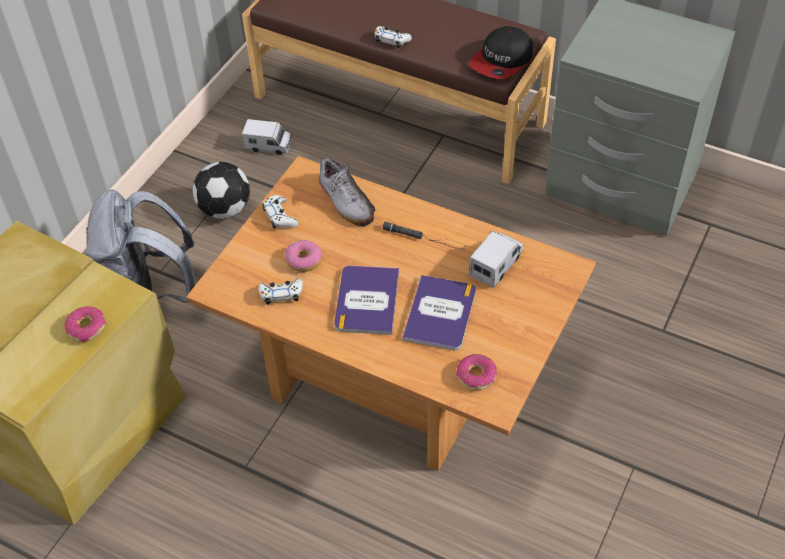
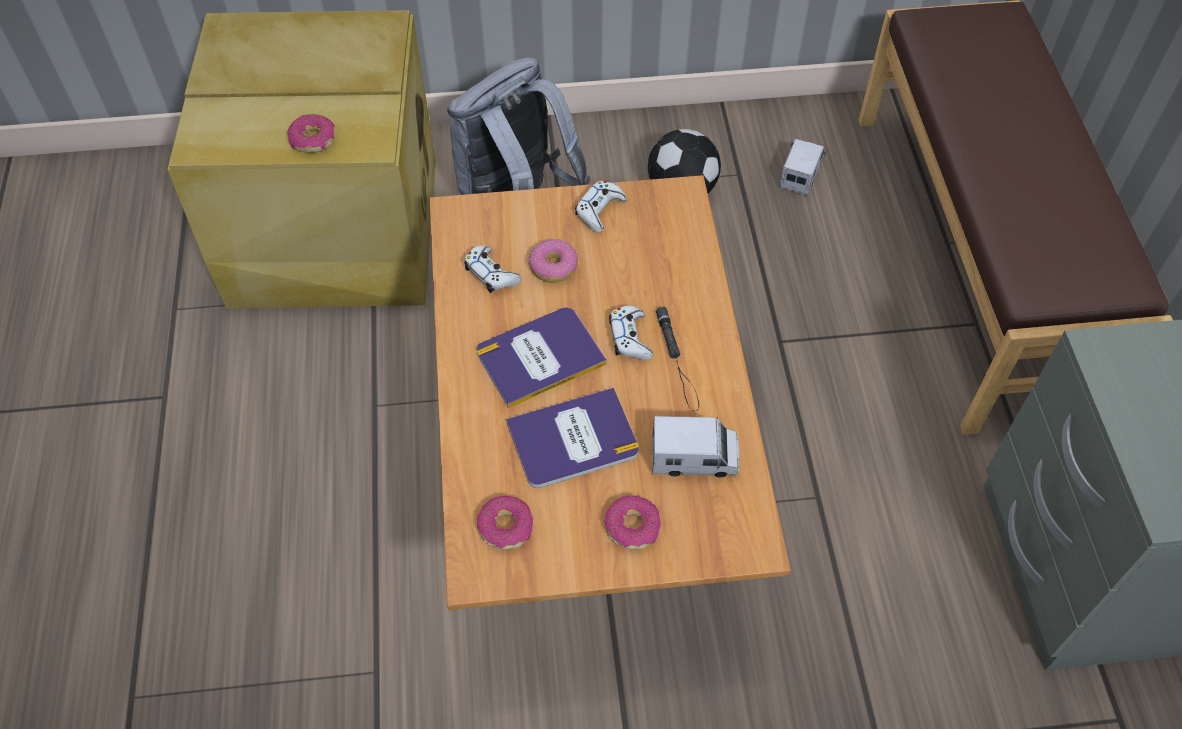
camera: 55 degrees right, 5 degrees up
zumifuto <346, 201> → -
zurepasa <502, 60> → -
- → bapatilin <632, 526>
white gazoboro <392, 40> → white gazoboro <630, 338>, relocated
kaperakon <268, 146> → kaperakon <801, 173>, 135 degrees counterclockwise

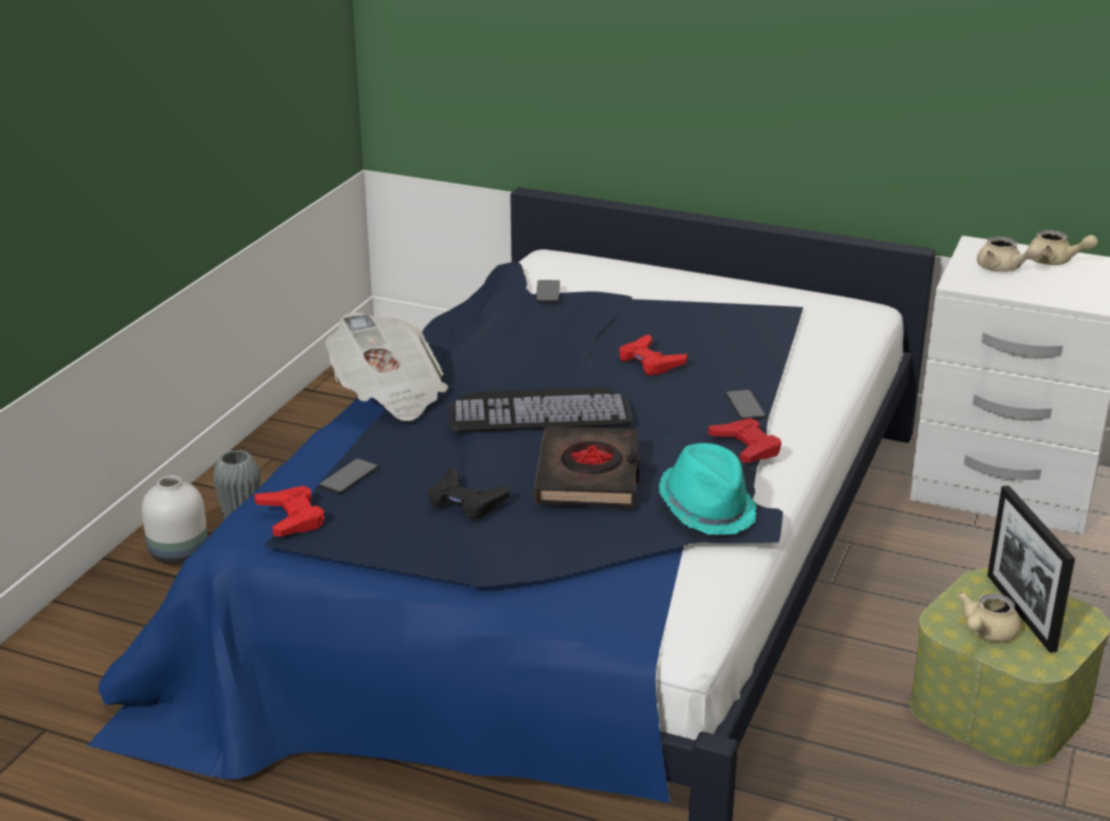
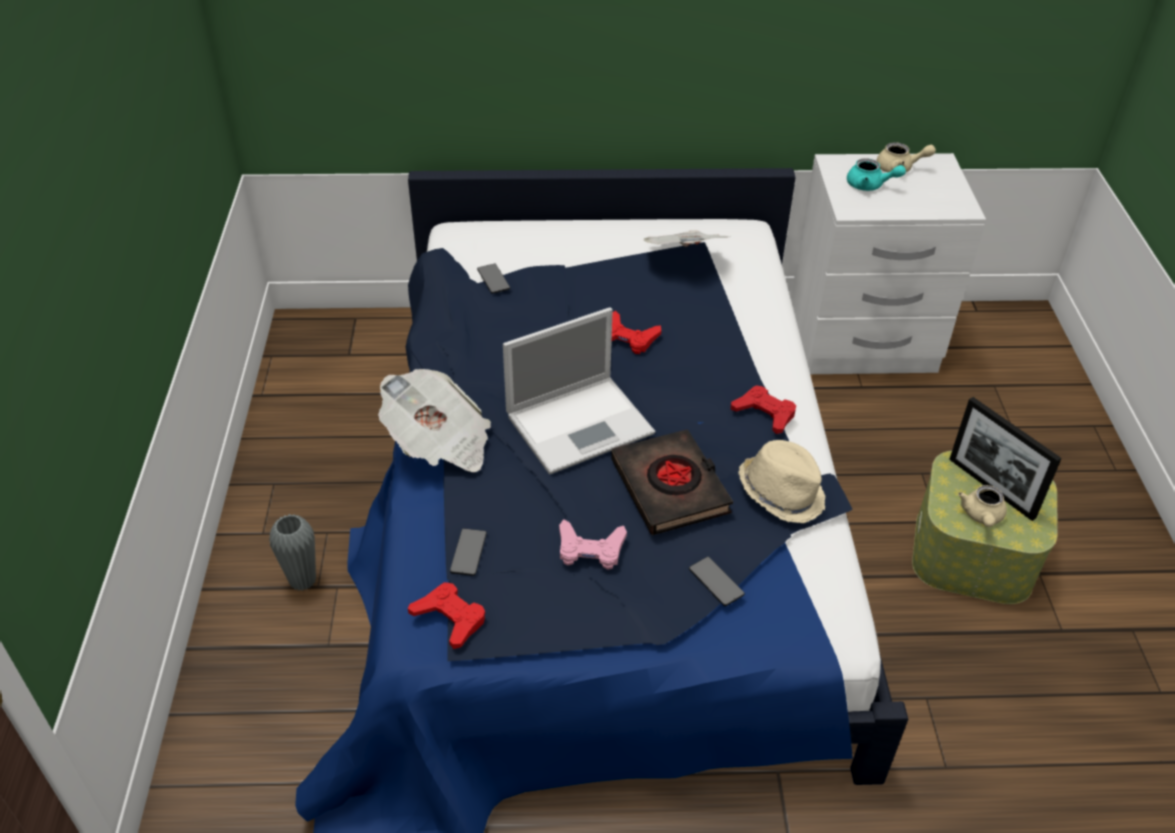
camera: 25 degrees left, 15 degrees up
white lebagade <178, 552> → -
- → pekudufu <684, 257>
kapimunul <745, 406> → kapimunul <716, 582>, relocated
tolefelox <540, 410> → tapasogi <582, 423>
black gazoboro <466, 501> → pink gazoboro <590, 549>
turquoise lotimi <707, 509> → beige lotimi <781, 493>
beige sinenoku <1003, 269> → turquoise sinenoku <870, 185>

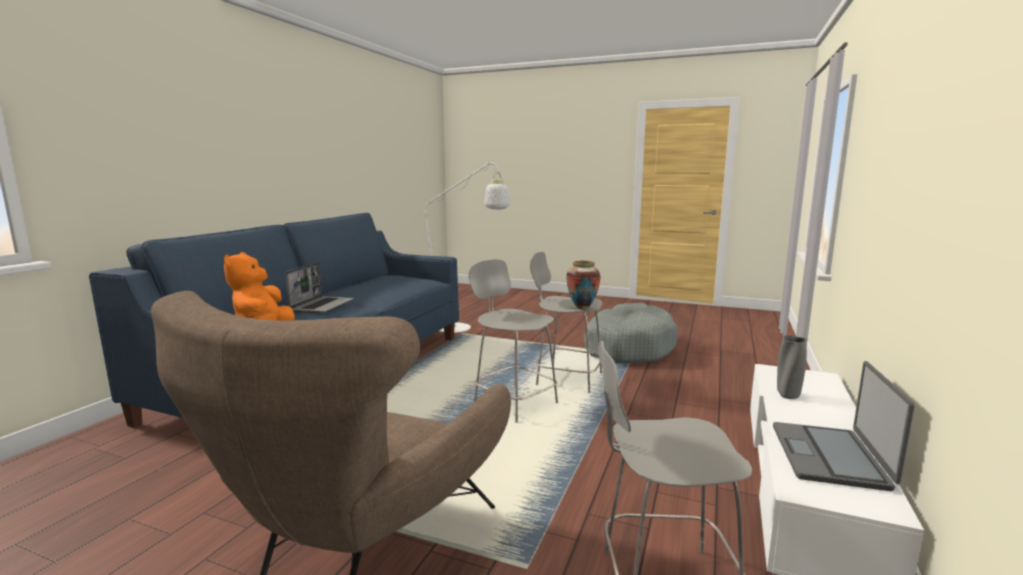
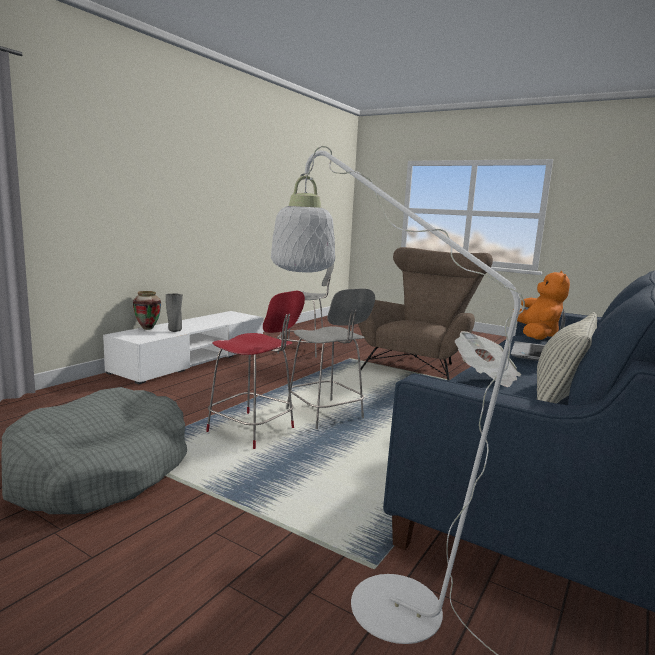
camera: 170 degrees left, 0 degrees up
tapasogi <830, 456> → -
- → pekudufu <485, 376>
- → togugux <562, 396>
lebagade <582, 308> → lebagade <148, 328>, relocated
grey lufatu <567, 378> → red lufatu <253, 430>

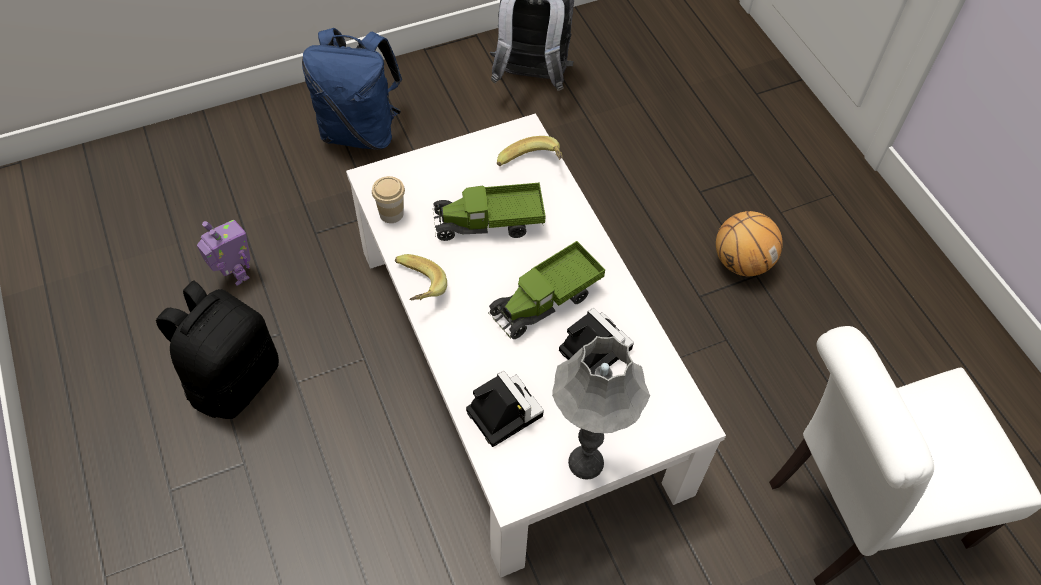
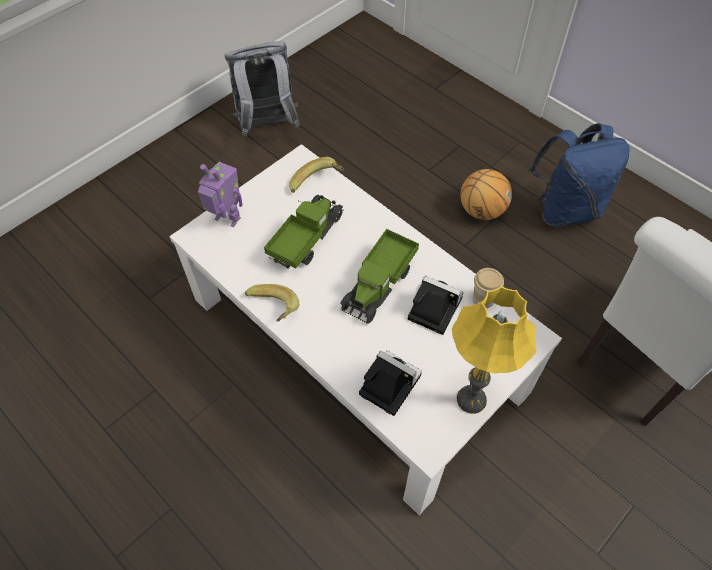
camera: 20 degrees left, 0 degrees up
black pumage <233, 379> → -
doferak <235, 275> → doferak <227, 219>, relocated
blue pumage <360, 131> → blue pumage <565, 209>, relocated
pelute <391, 213> → pelute <483, 299>, relocated
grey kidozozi <586, 463> → yellow kidozozi <471, 400>
kaperakon <489, 223> → kaperakon <306, 239>, 150 degrees clockwise

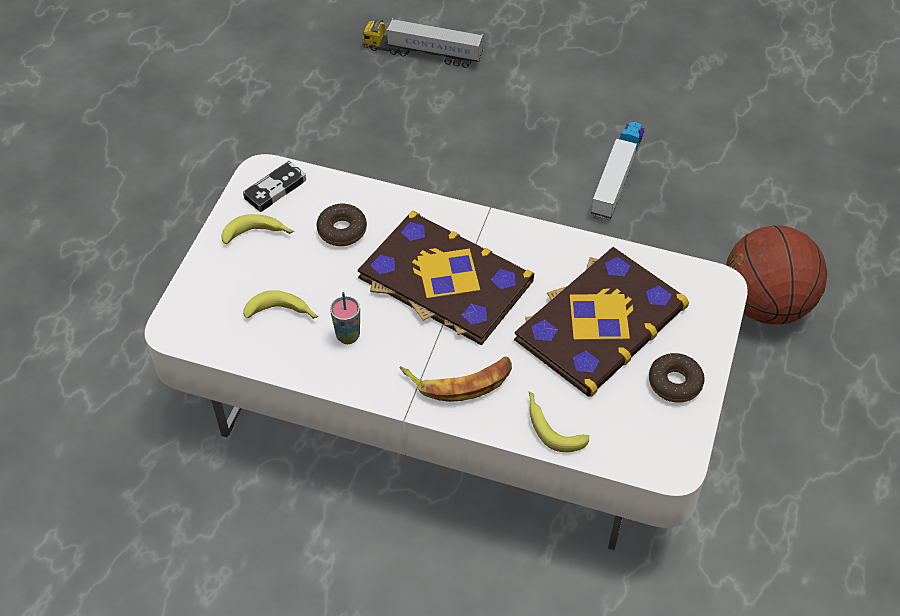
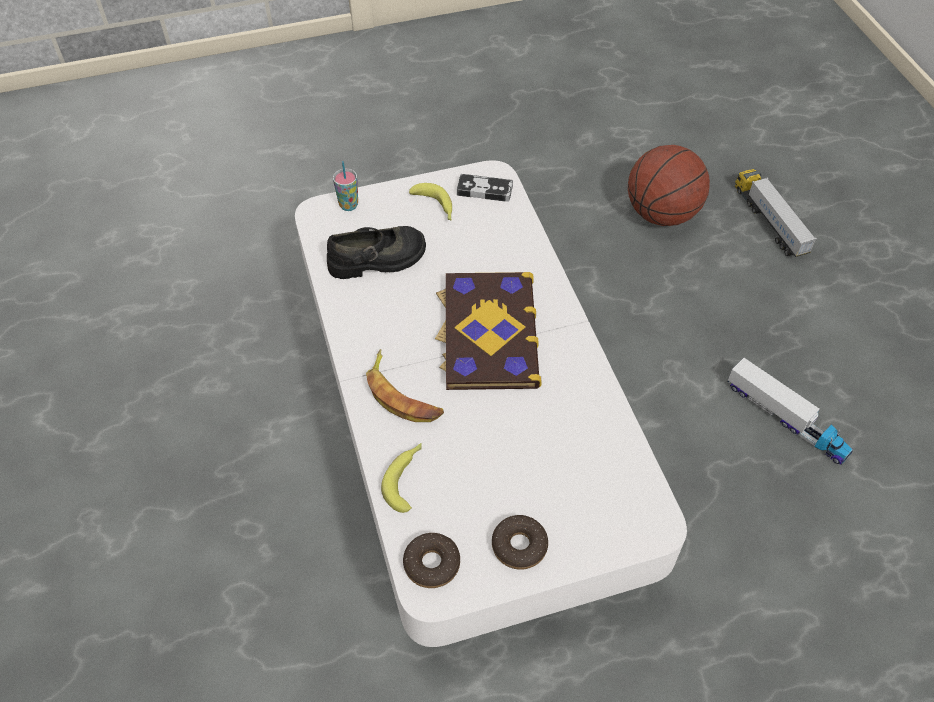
camera: 55 degrees right, 0 degrees up
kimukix <599, 322> → -
bapatilin <342, 230> → bapatilin <432, 564>, relocated
pelute <348, 336> → pelute <348, 205>, relocated
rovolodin <765, 304> → rovolodin <661, 214>, relocated
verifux <283, 314> → black zumifuto <377, 260>
kaperakon <617, 175> → kaperakon <786, 419>, 60 degrees clockwise

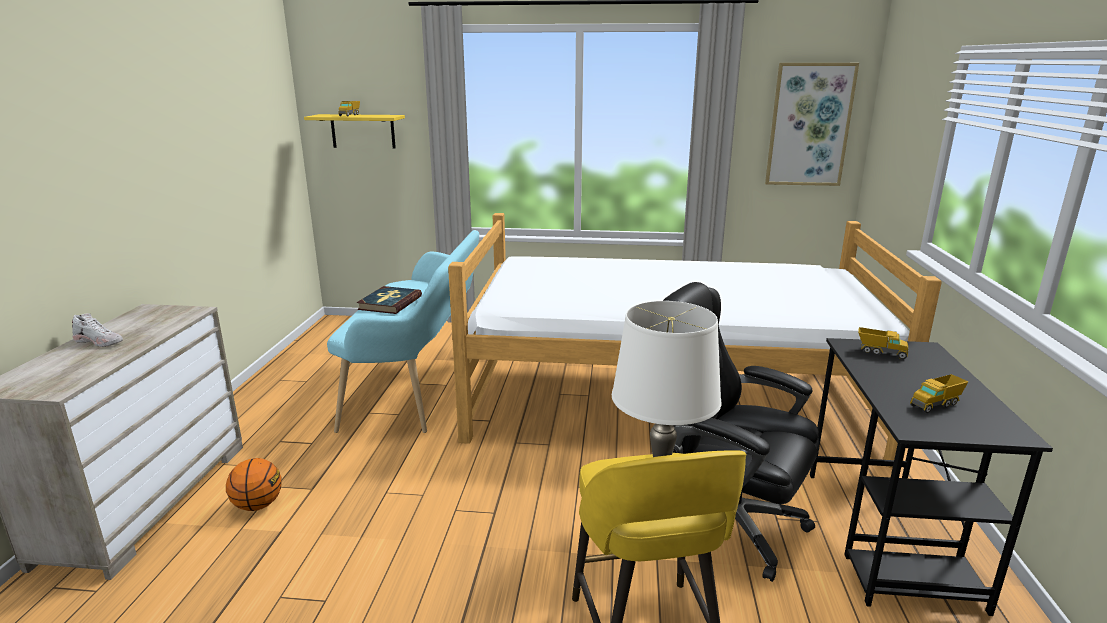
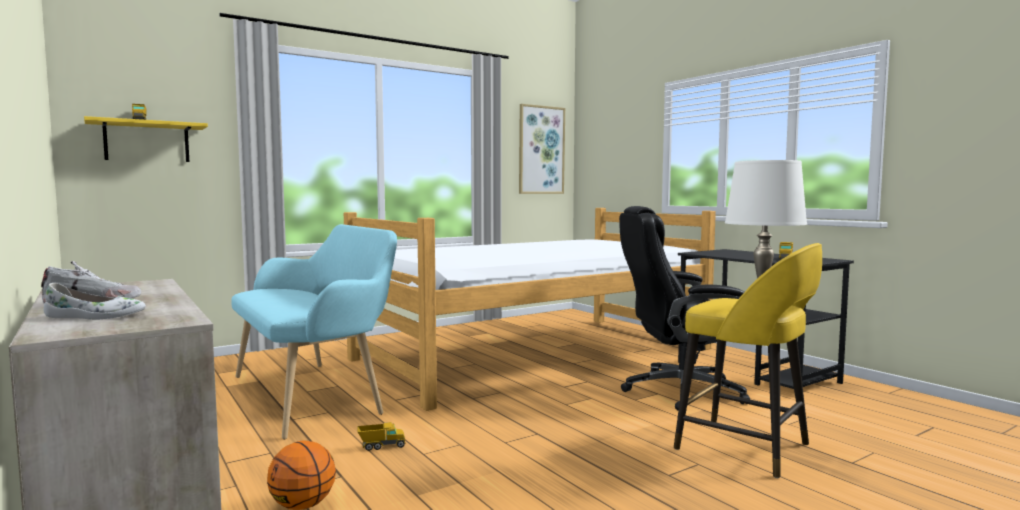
camera: 40 degrees left, 15 degrees down
kimukix <389, 303> → -
- → white zumifuto <95, 316>
kaperakon <880, 353> → kaperakon <381, 446>, relocated

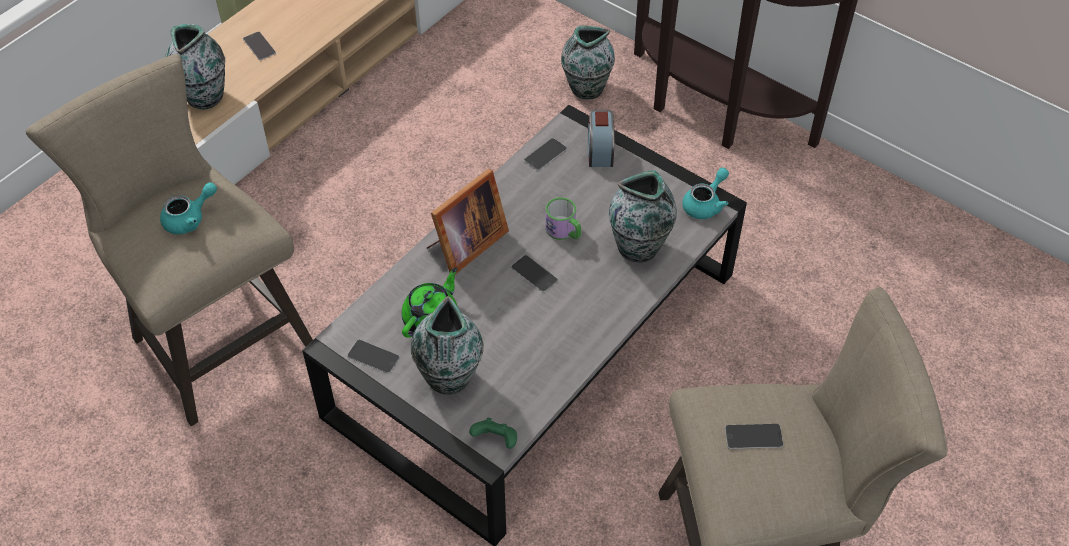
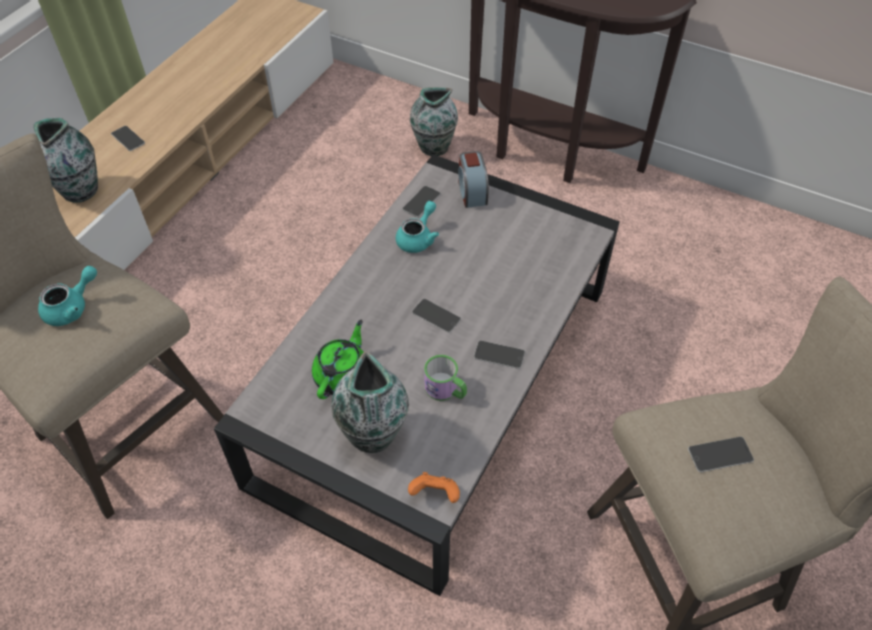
camera: 10 degrees left, 0 degrees up
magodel <465, 245> → -
lebagade <639, 247> → -
kapimunul <373, 356> → kapimunul <499, 355>, relocated
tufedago <564, 231> → tufedago <446, 390>, relocated
turquoise sinenoku <705, 204> → turquoise sinenoku <418, 238>, relocated
green gazoboro <496, 440> → orange gazoboro <435, 494>

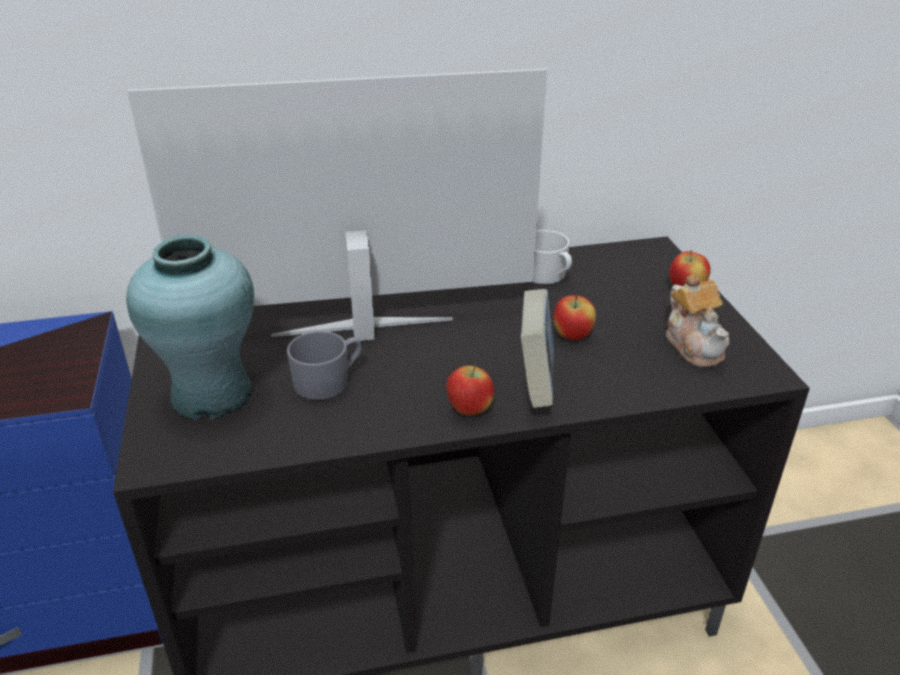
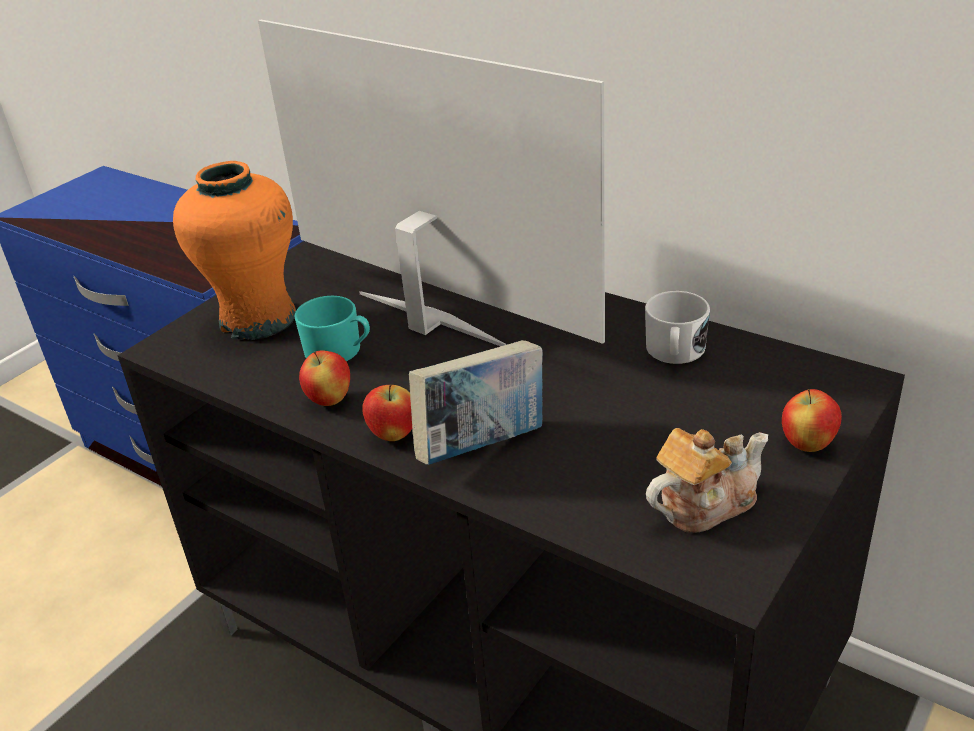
camera: 50 degrees right, 0 degrees up
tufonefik <572, 336> → tufonefik <329, 400>, relocated
turquoise lebagade <213, 395> → orange lebagade <258, 320>
grey tufedago <328, 381> → turquoise tufedago <339, 351>
sinenoku <694, 345> → sinenoku <704, 504>, 150 degrees counterclockwise

